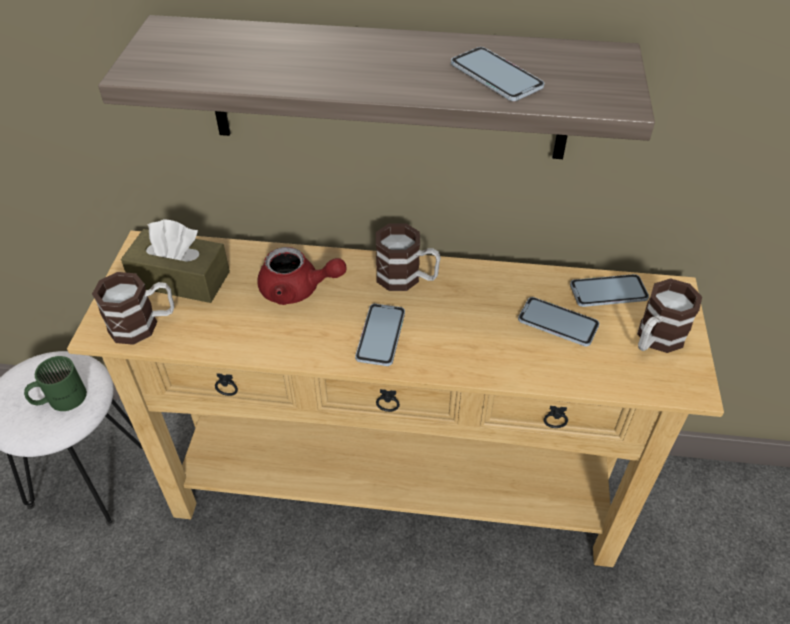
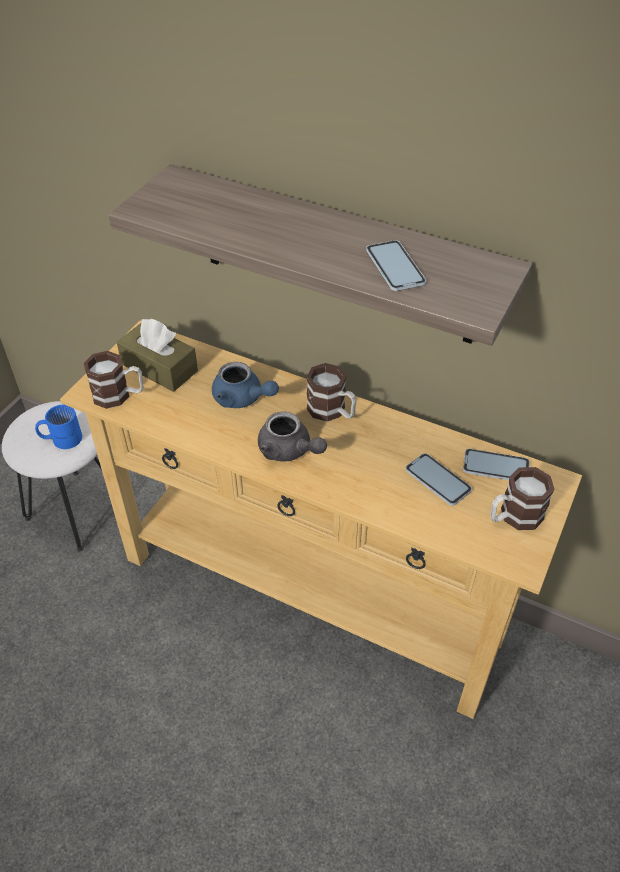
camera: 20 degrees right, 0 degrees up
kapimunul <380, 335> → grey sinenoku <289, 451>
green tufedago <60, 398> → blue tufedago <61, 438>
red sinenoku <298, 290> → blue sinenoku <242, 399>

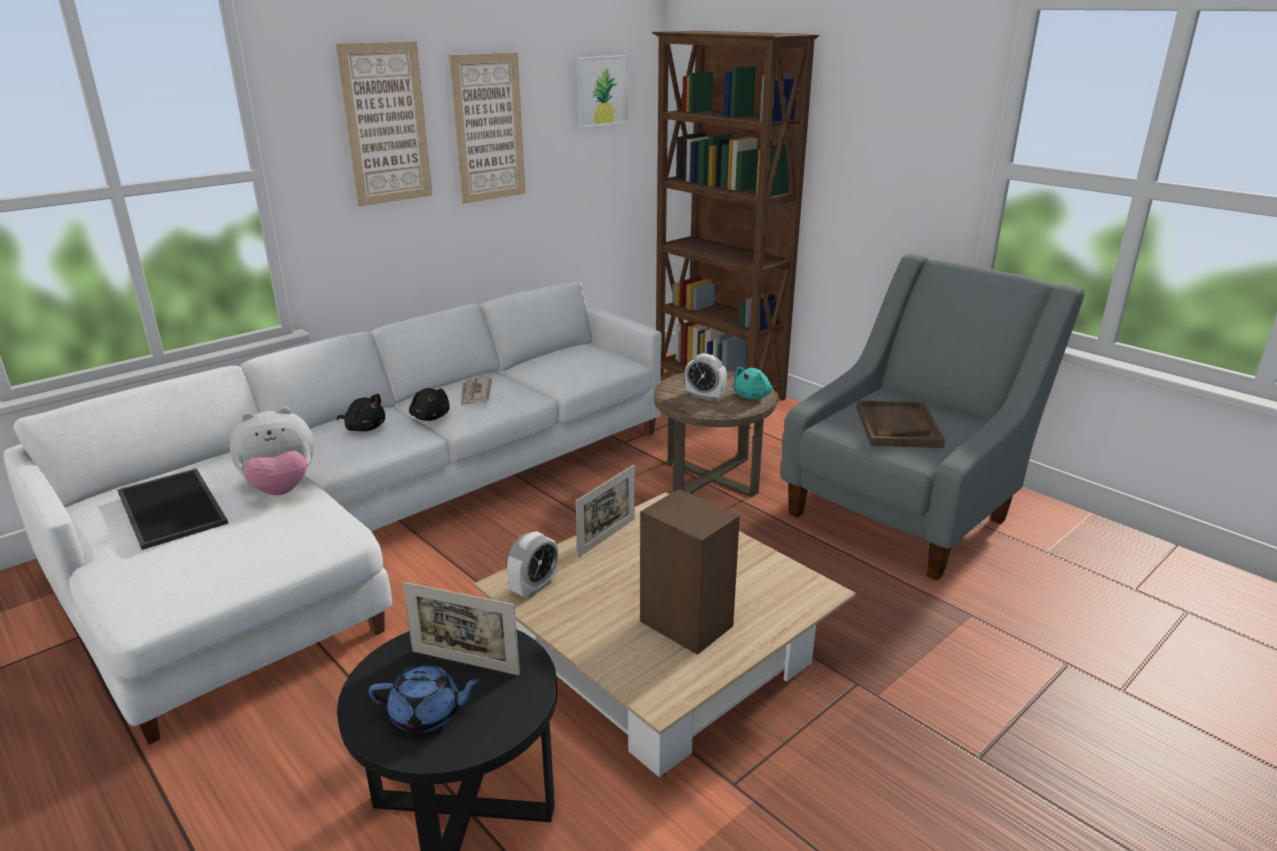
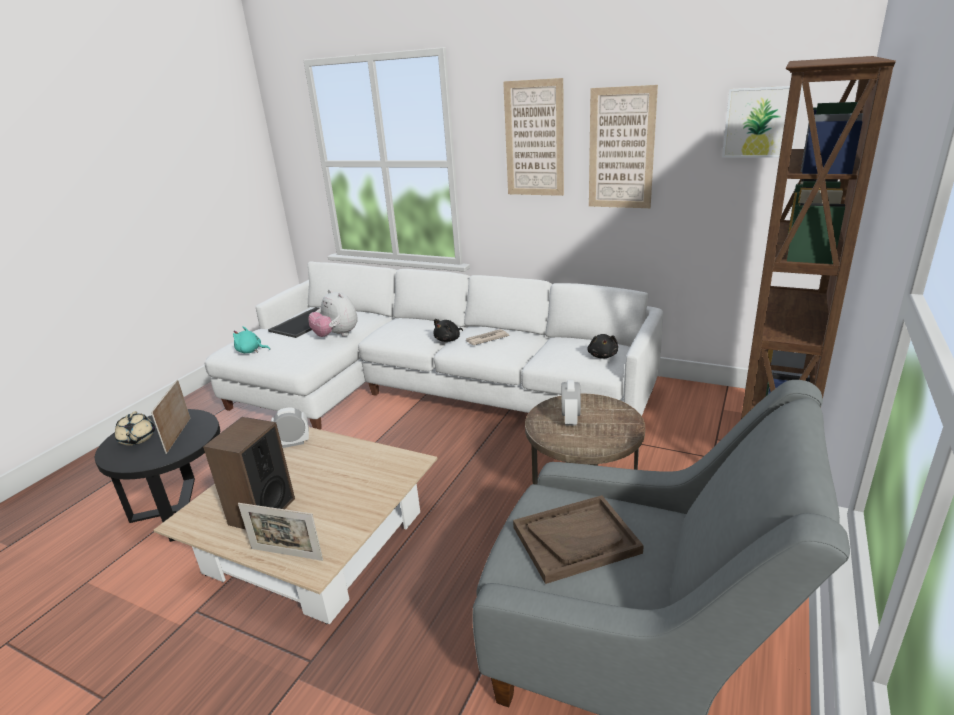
camera: 70 degrees right, 0 degrees up
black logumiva <364, 428> → black logumiva <602, 355>, relocated
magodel <607, 537> → magodel <286, 554>, relocated
turquoise logumiva <753, 396> → turquoise logumiva <251, 351>, relocated
blue sinenoku <427, 714> → beige sinenoku <137, 439>
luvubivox <534, 587> → luvubivox <293, 443>, 150 degrees clockwise

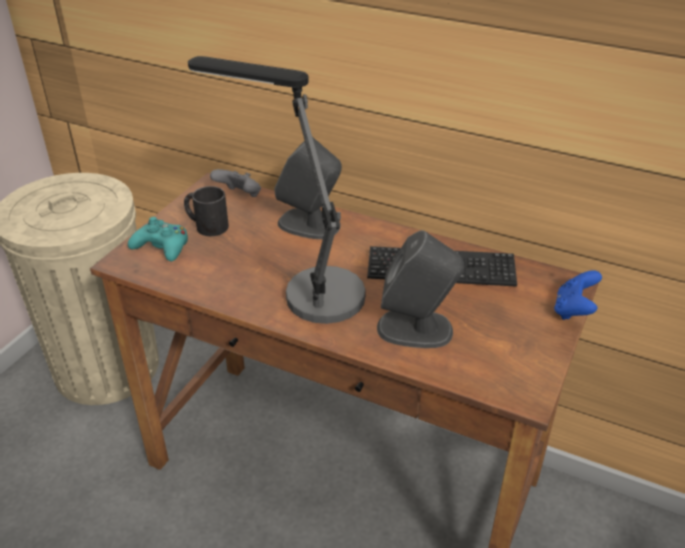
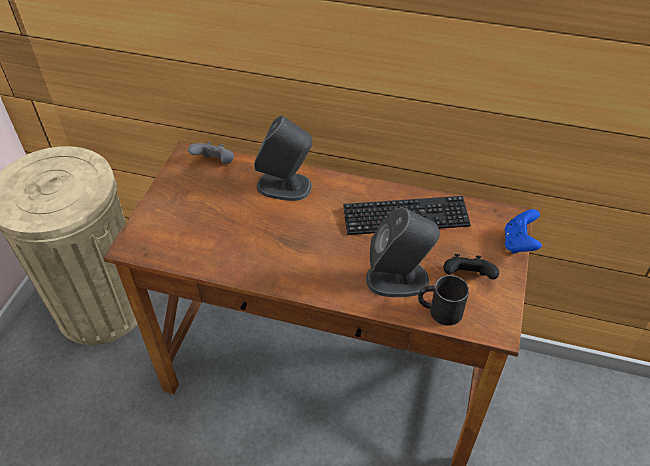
camera: 10 degrees left, 10 degrees up
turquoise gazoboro <162, 247> → -
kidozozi <304, 289> → -
- → black gazoboro <467, 277>
black tufedago <206, 225> → black tufedago <439, 310>, relocated

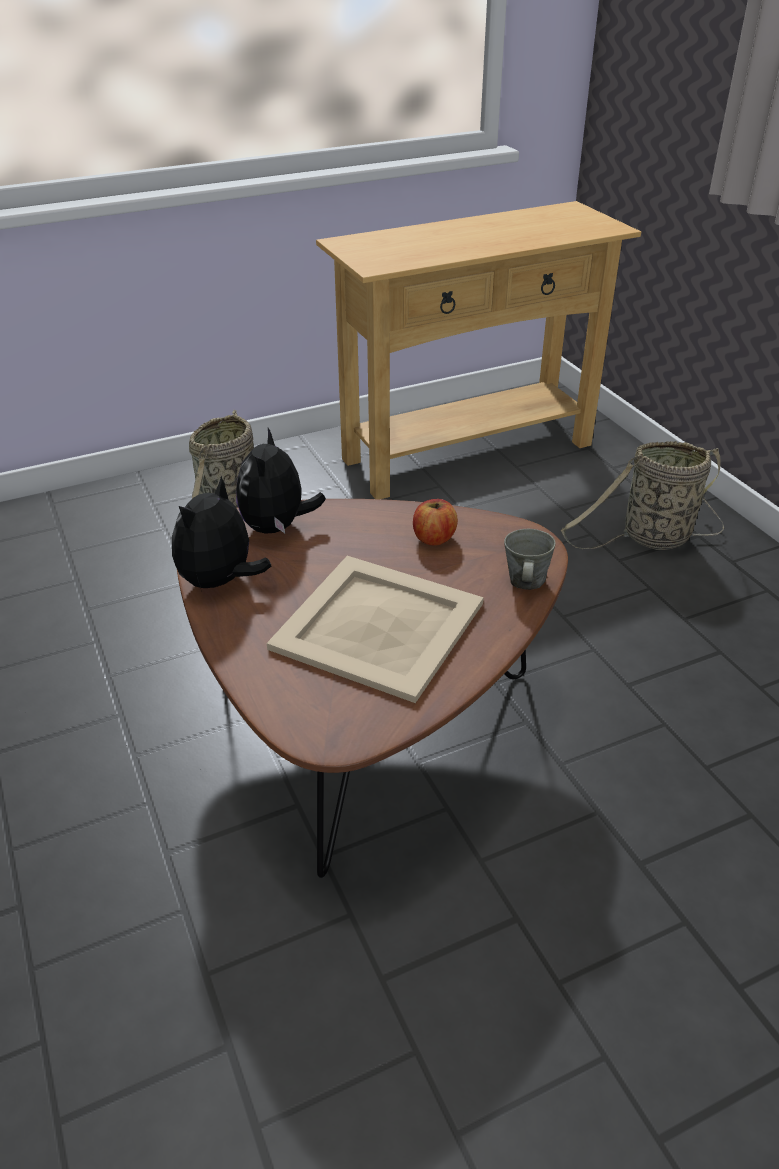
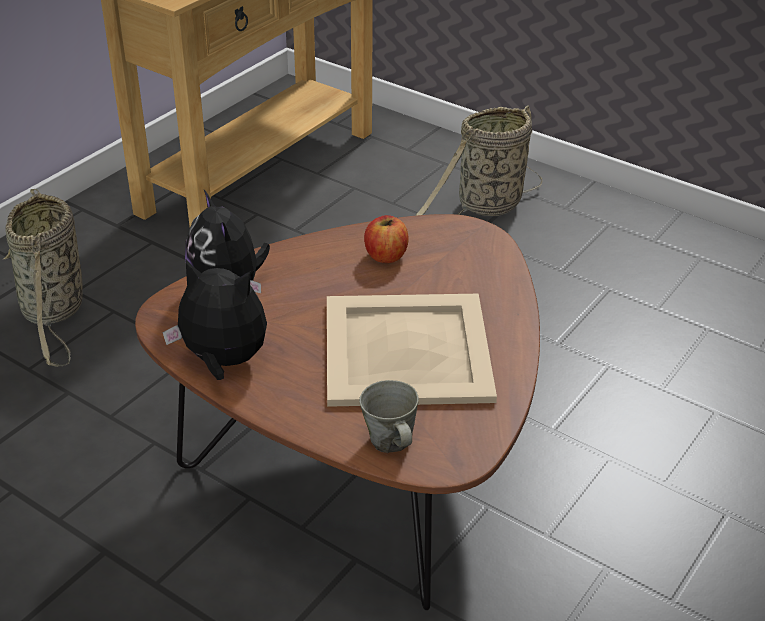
camera: 30 degrees left, 0 degrees up
grey tufedago <525, 582> → grey tufedago <391, 442>, relocated
logumiva <220, 582> → logumiva <223, 362>, 105 degrees clockwise

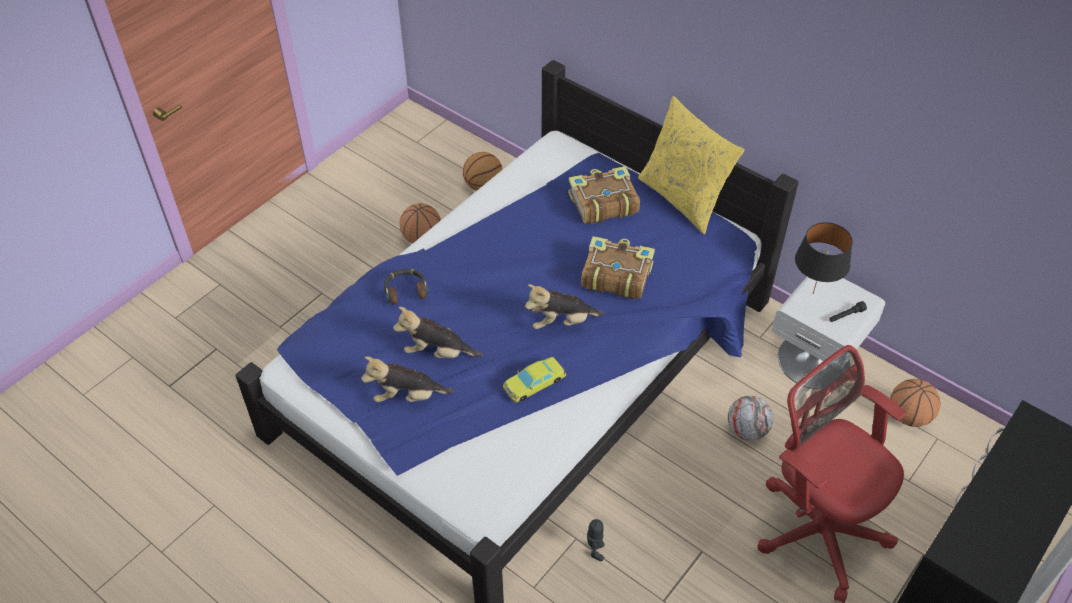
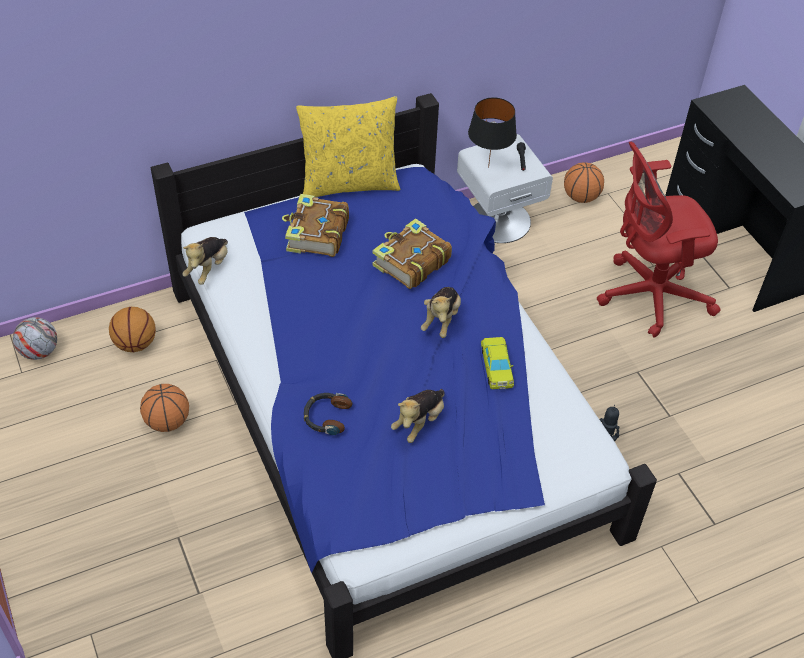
camera: 65 degrees left, 0 degrees up
logumiva <408, 396> → logumiva <208, 268>, relocated
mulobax <747, 430> → mulobax <39, 351>, relocated

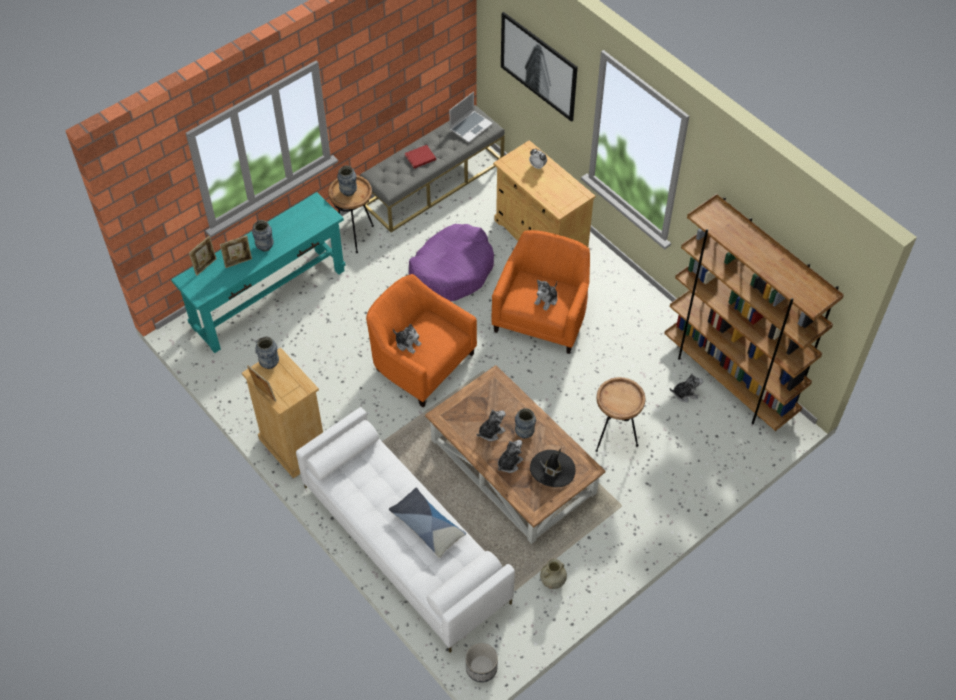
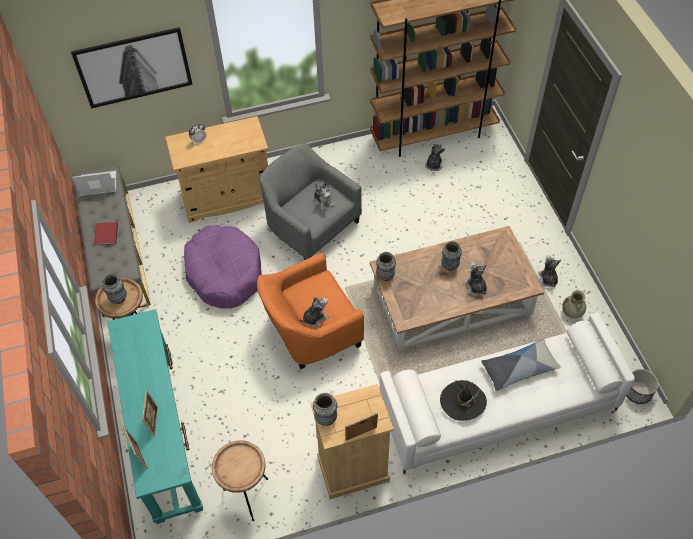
camera: 65 degrees left, 0 degrees up
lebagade <265, 247> → lebagade <385, 276>, relocated
logumiva <491, 431> → logumiva <547, 279>, relocated
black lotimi <552, 470> → black lotimi <463, 401>, relocated
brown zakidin <614, 438> → brown zakidin <248, 495>, relocated
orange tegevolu <542, 316> → grey tegevolu <310, 226>
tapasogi <470, 127> → tapasogi <98, 185>, 75 degrees counterclockwise

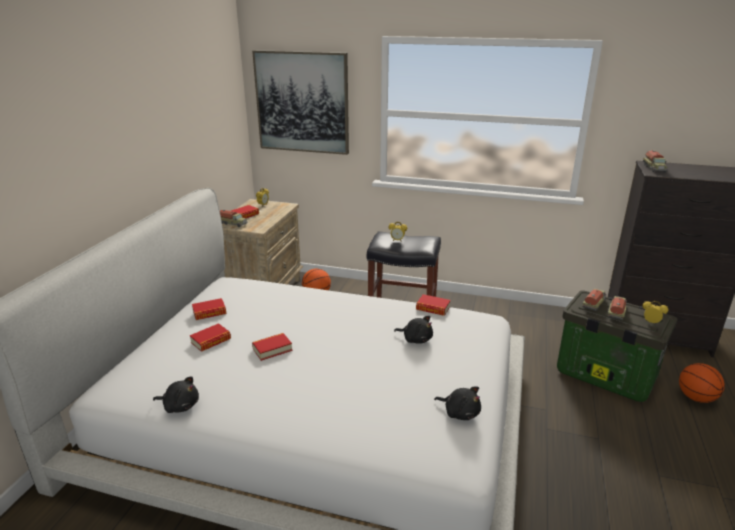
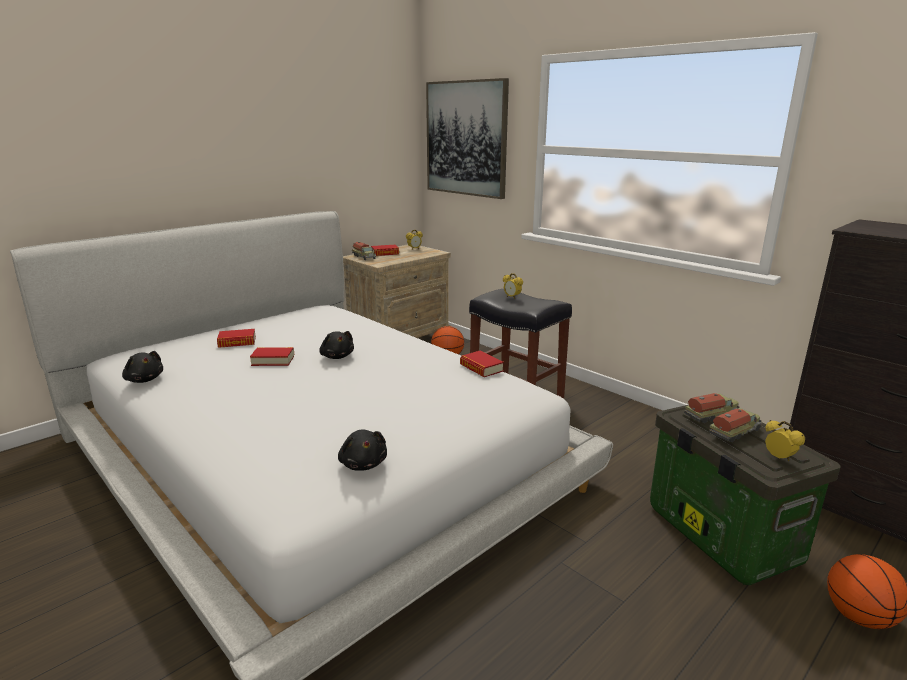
camera: 30 degrees right, 5 degrees down
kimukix <209, 312> → -
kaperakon <654, 168> → -
black logumiva <416, 339> → black logumiva <337, 356>, relocated

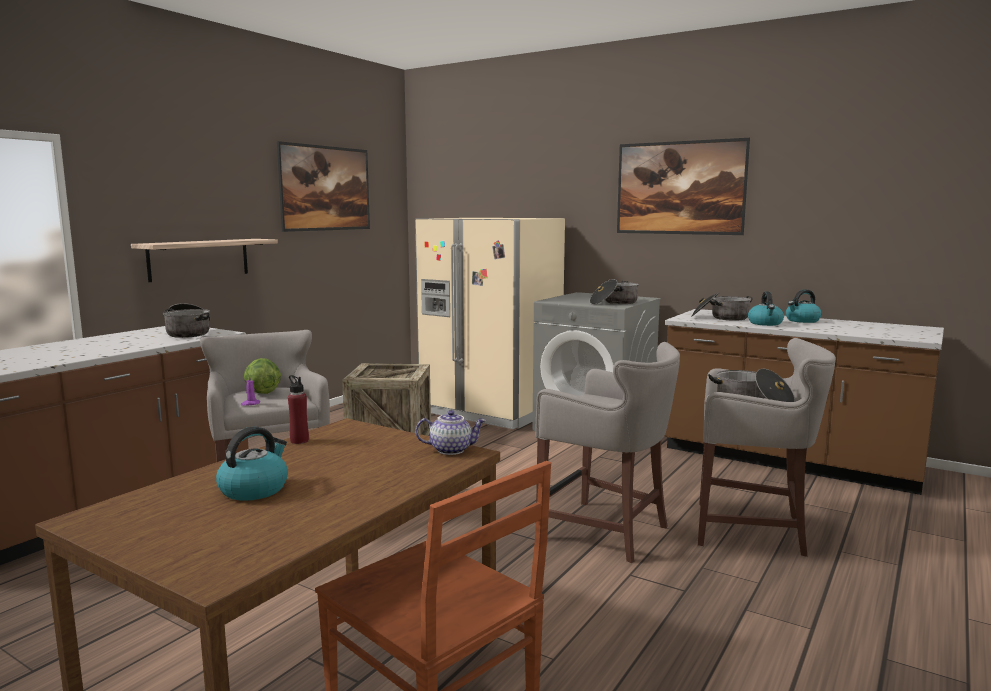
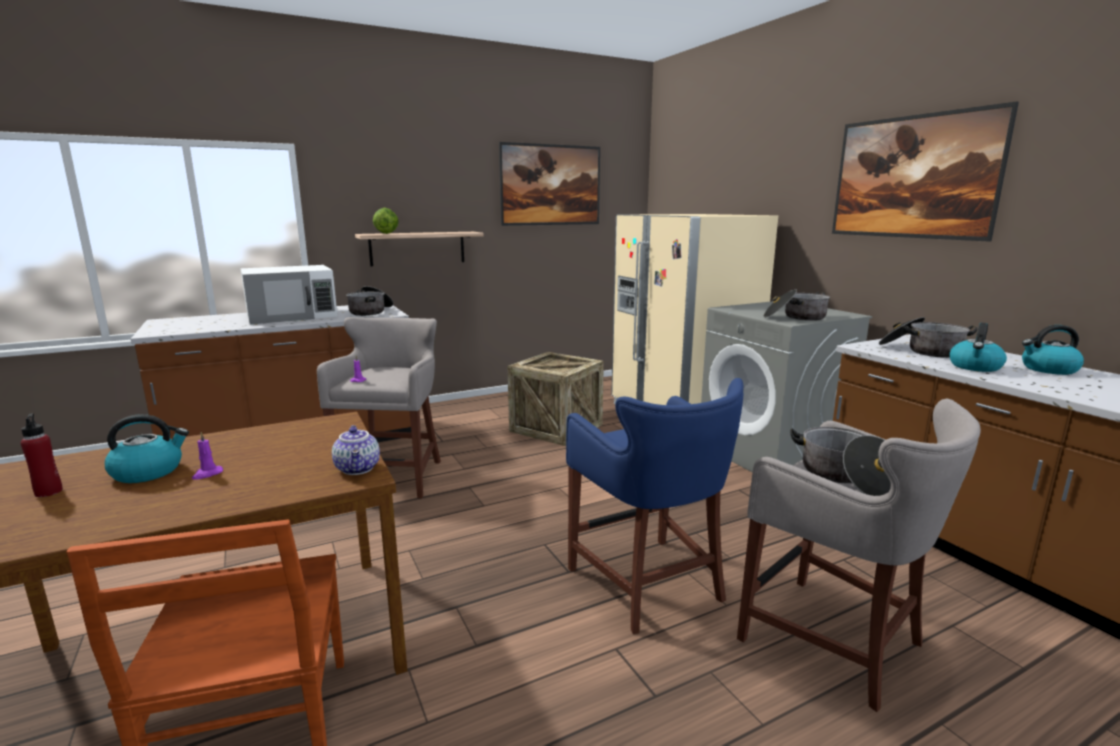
camera: 30 degrees right, 5 degrees up
- → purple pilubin <207, 474>
- → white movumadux <292, 315>
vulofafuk <262, 392> → vulofafuk <386, 233>, relocated
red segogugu <299, 441> → red segogugu <49, 492>, relocated
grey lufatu <607, 532> → blue lufatu <649, 585>
sinenoku <451, 450> → sinenoku <359, 469>, 45 degrees clockwise

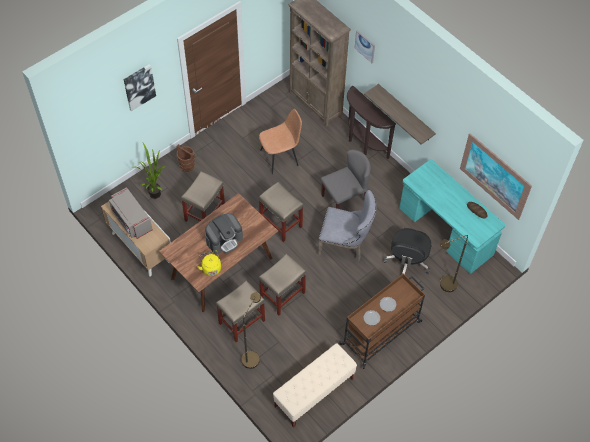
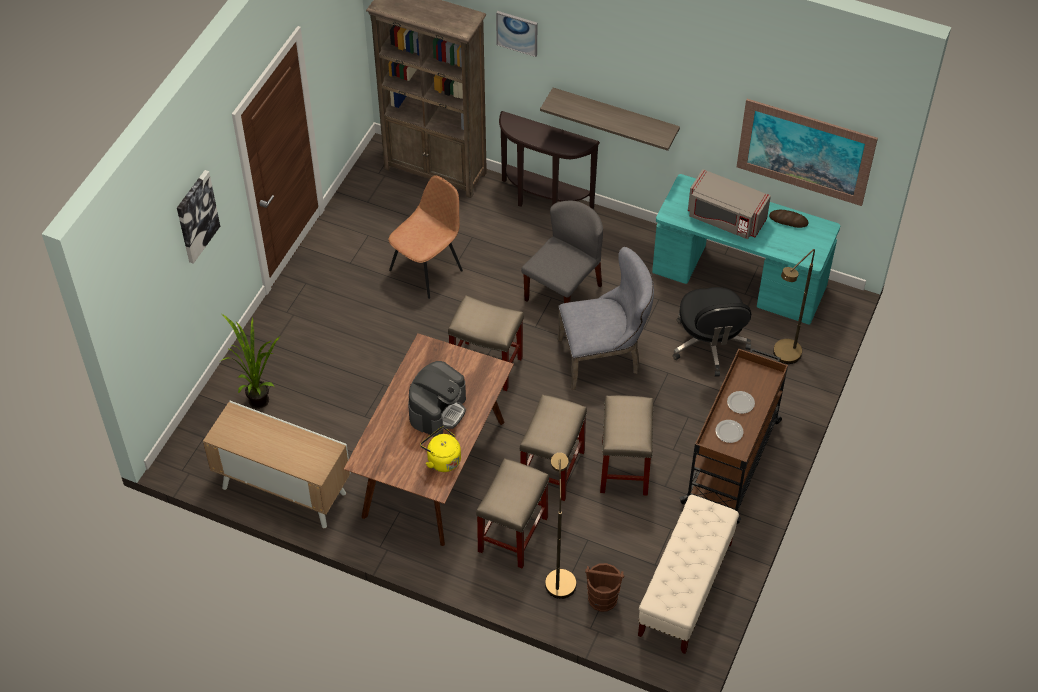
camera: 25 degrees left, 5 degrees down
grey movumadux <131, 220> → grey movumadux <725, 218>, relocated
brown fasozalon <187, 165> → brown fasozalon <602, 598>, relocated
beige lufatu <205, 213> → beige lufatu <624, 466>, relocated

